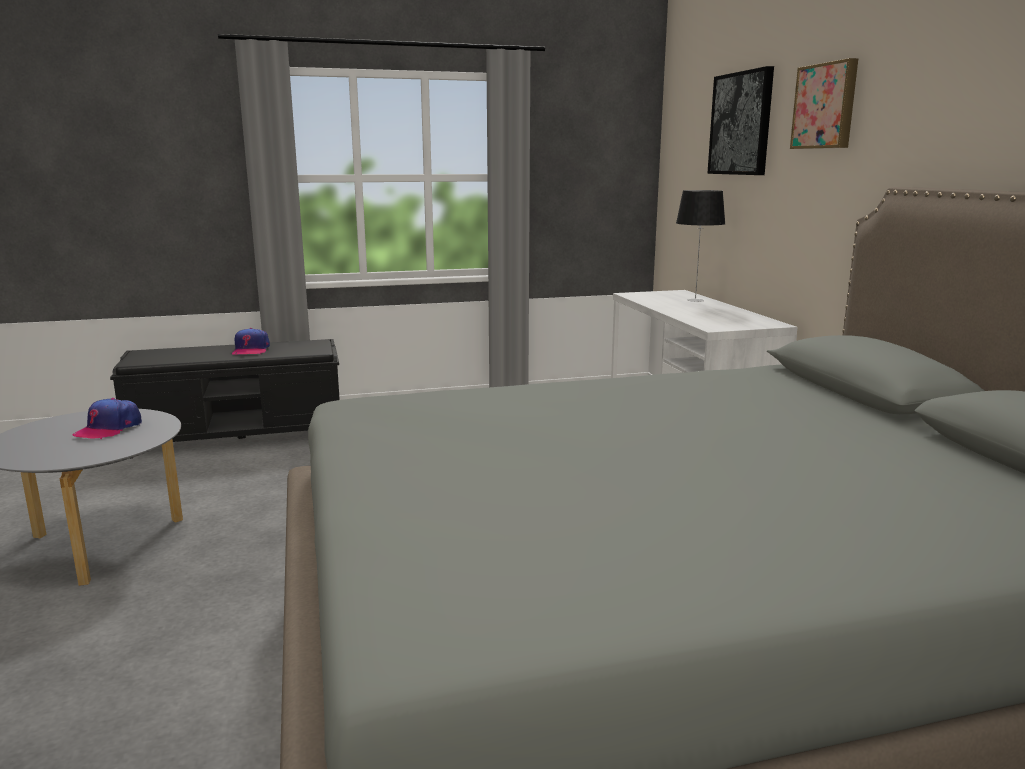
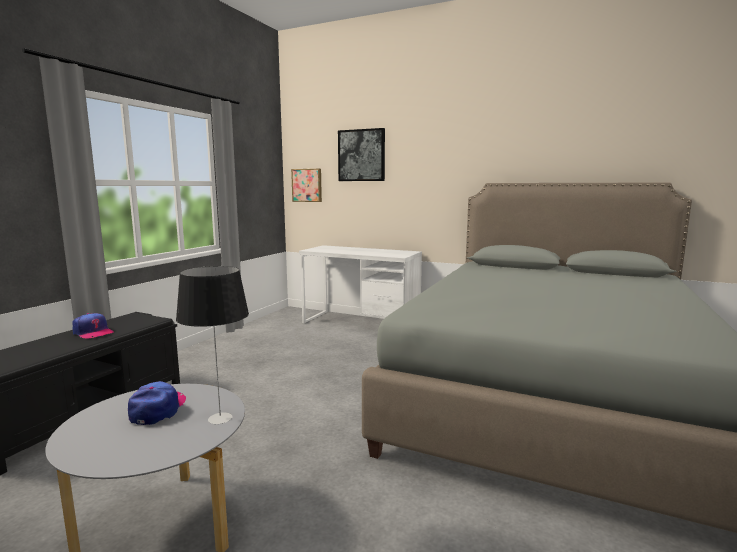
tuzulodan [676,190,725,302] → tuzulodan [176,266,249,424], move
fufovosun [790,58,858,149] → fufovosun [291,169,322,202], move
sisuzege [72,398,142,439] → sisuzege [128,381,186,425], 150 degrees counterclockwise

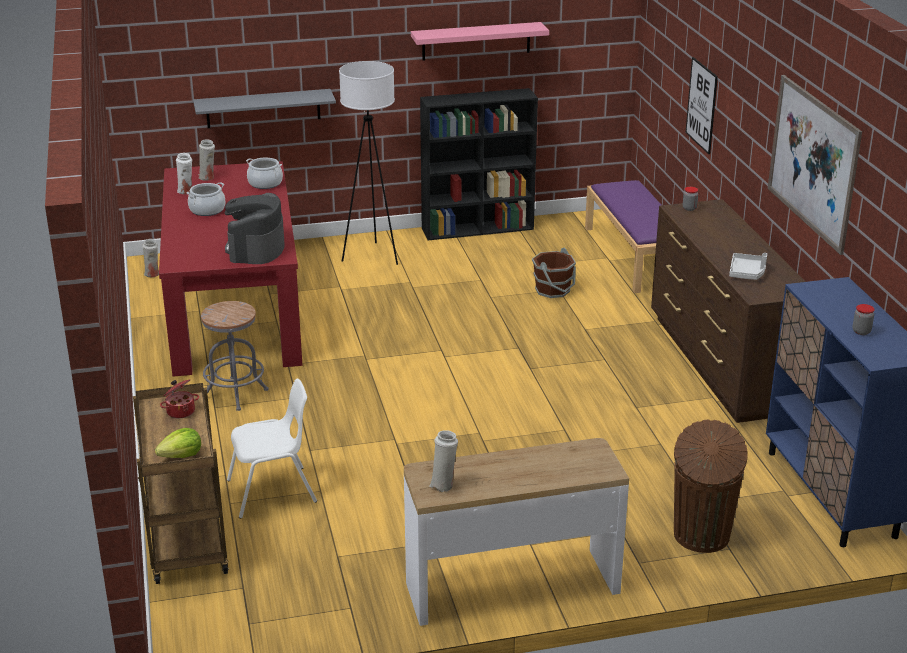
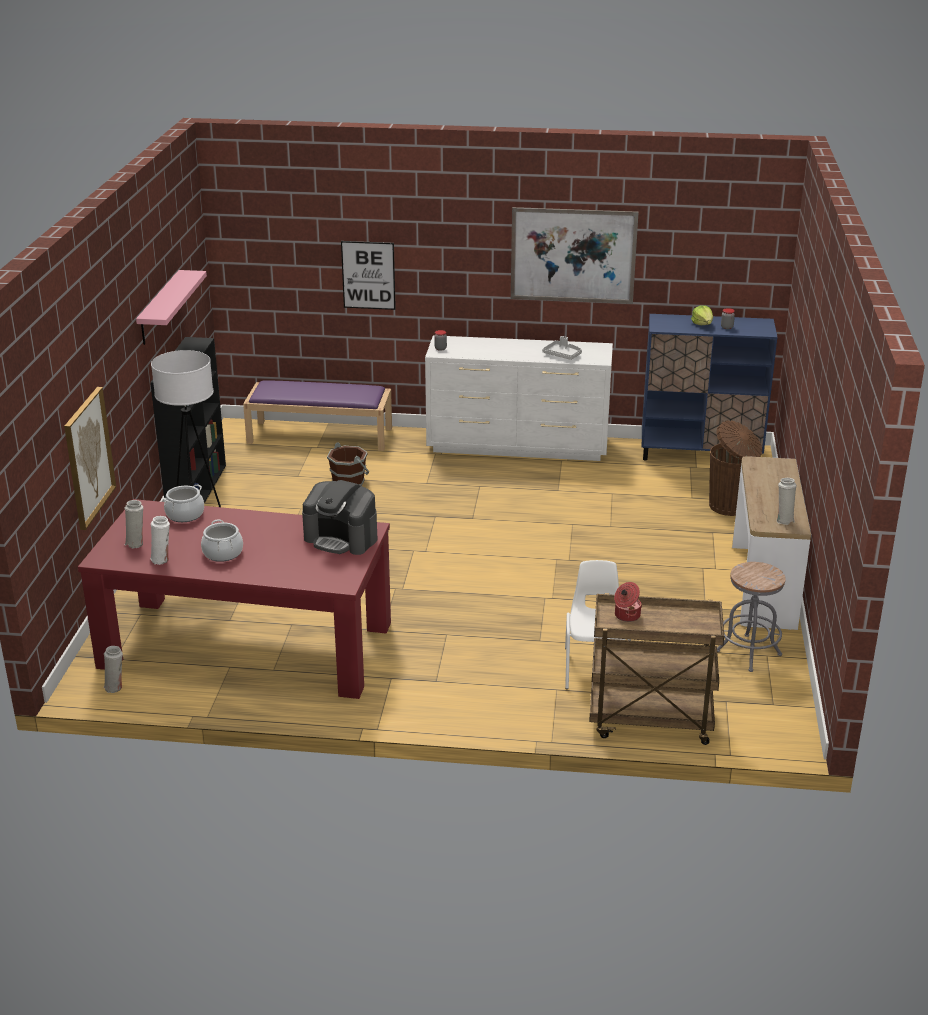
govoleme [155,428,201,458] → govoleme [691,305,713,325], move
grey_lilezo [201,301,269,411] → grey_lilezo [717,562,786,672], move
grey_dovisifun [193,89,336,128] → fufovosun [64,387,116,530]
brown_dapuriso [651,199,806,423] → white_dapuriso [425,335,613,461]

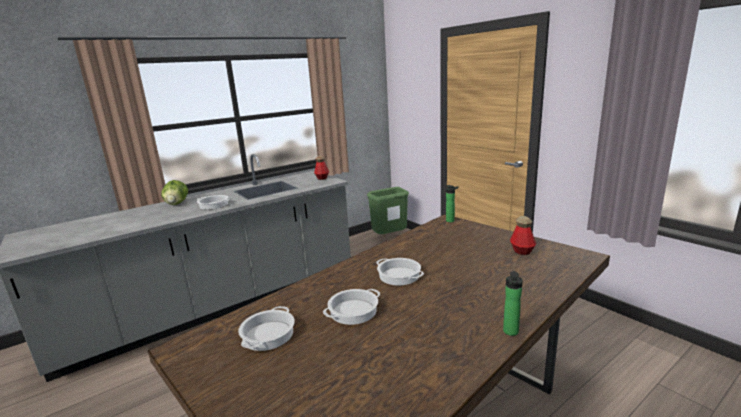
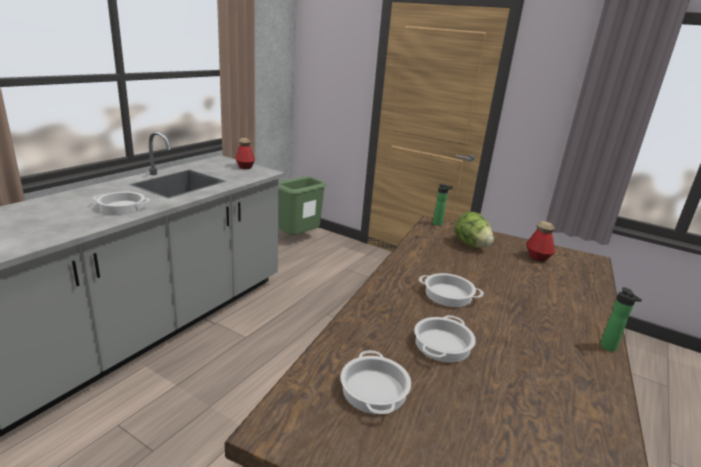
govoleme [161,180,188,205] → govoleme [455,212,494,248], move

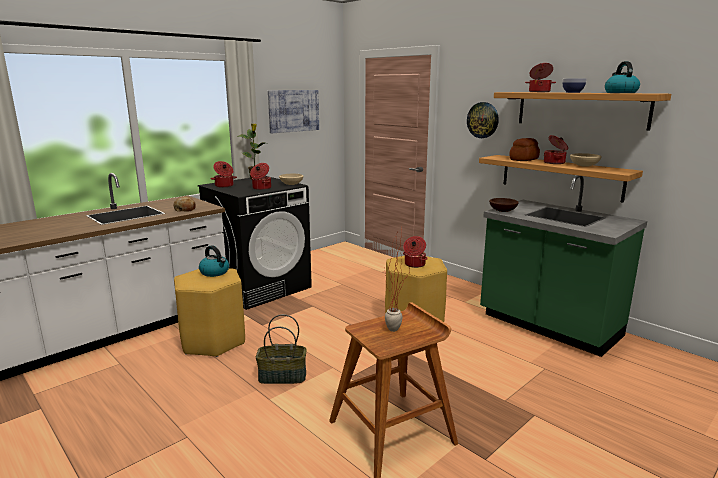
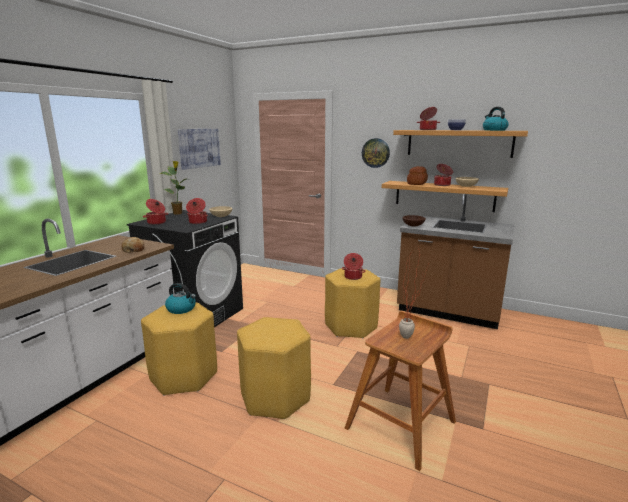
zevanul [256,314,307,384] → yellow_lilezo [237,317,311,419]
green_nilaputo [480,175,647,357] → brown_nilaputo [397,194,514,329]

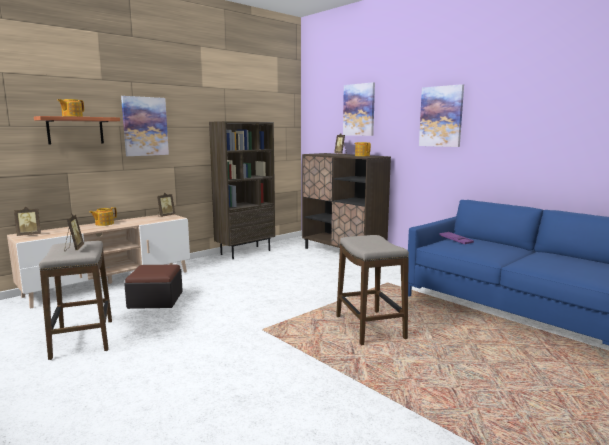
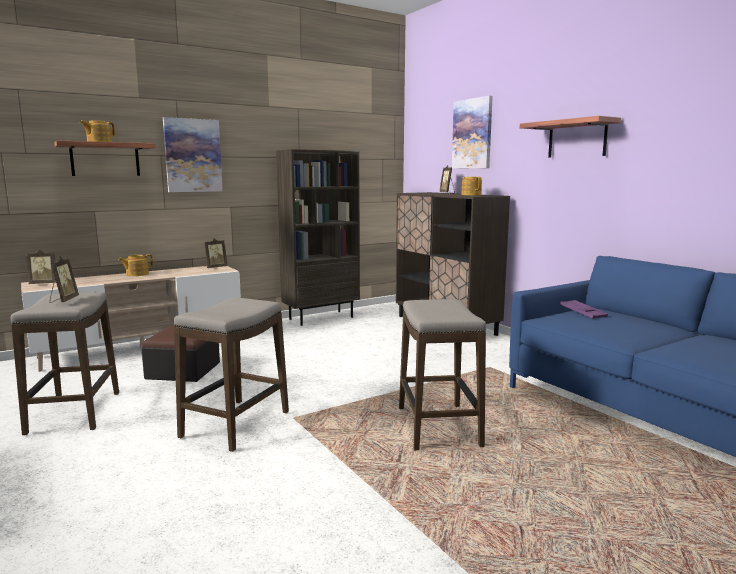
- → lilezo [174,297,289,452]
fufovosun [419,84,464,147] → dovisifun [520,116,621,158]

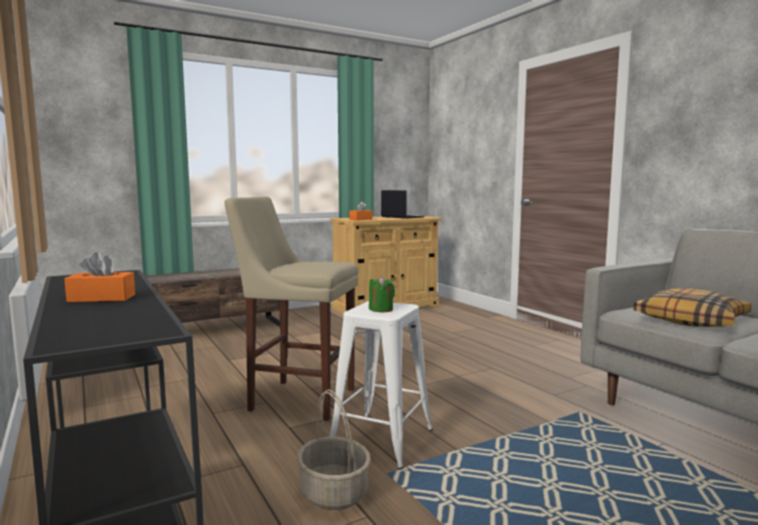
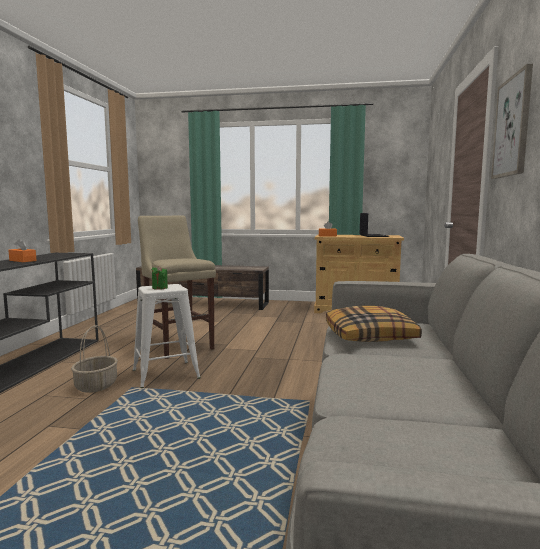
- → fufovosun [491,64,533,179]

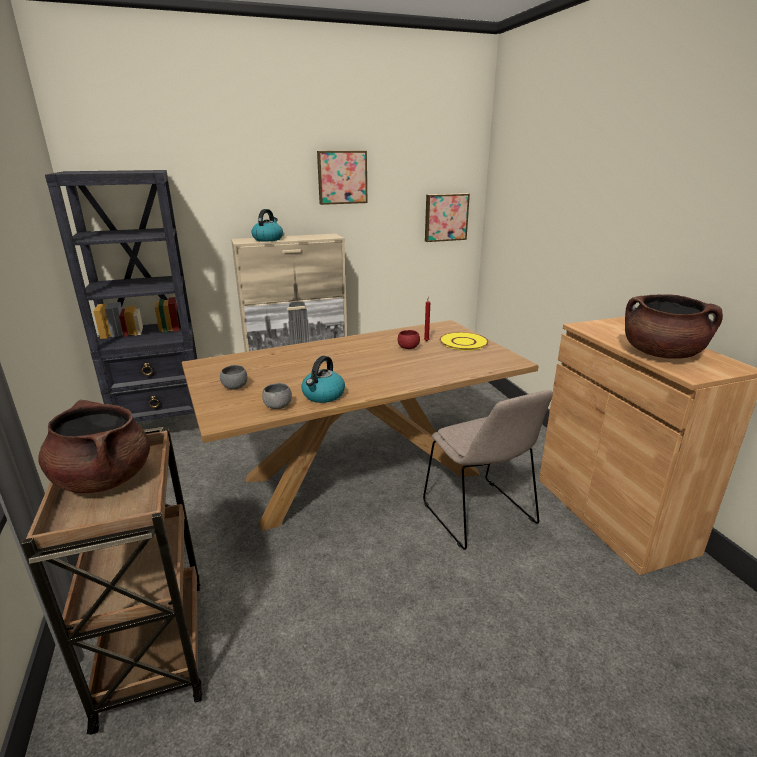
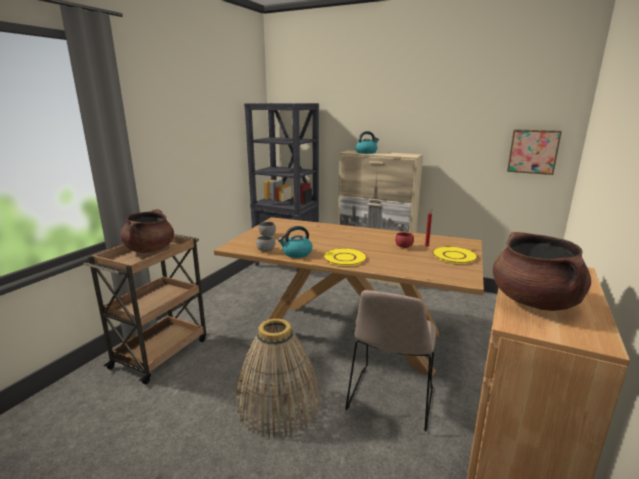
fufovosun [317,151,367,205] → -
- → zevanul [235,319,320,438]
- → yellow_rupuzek [323,248,367,266]

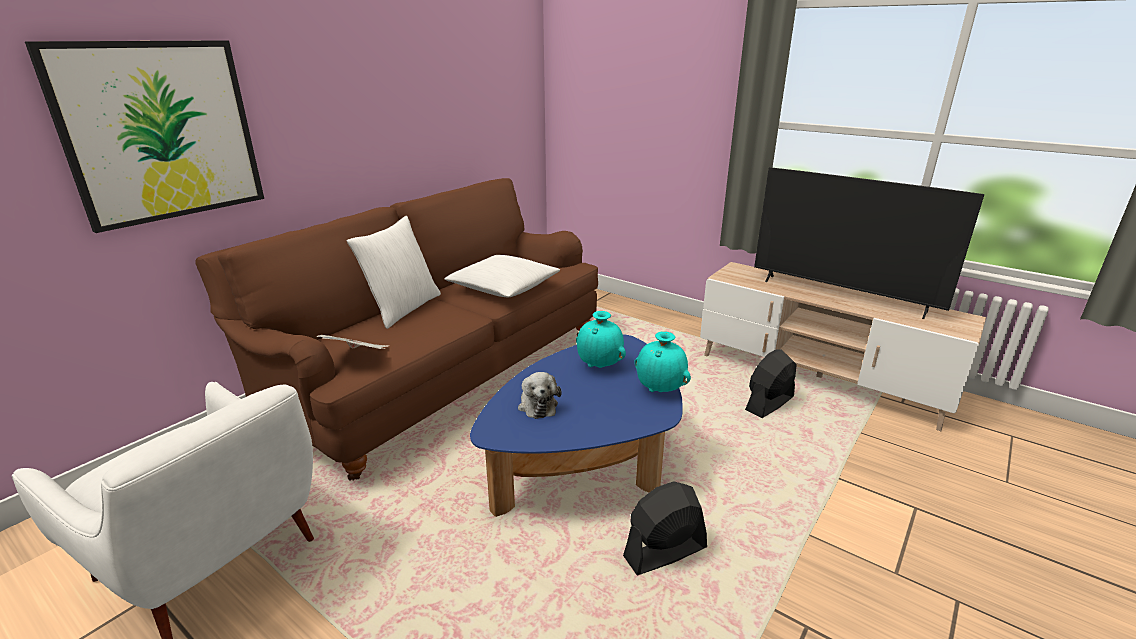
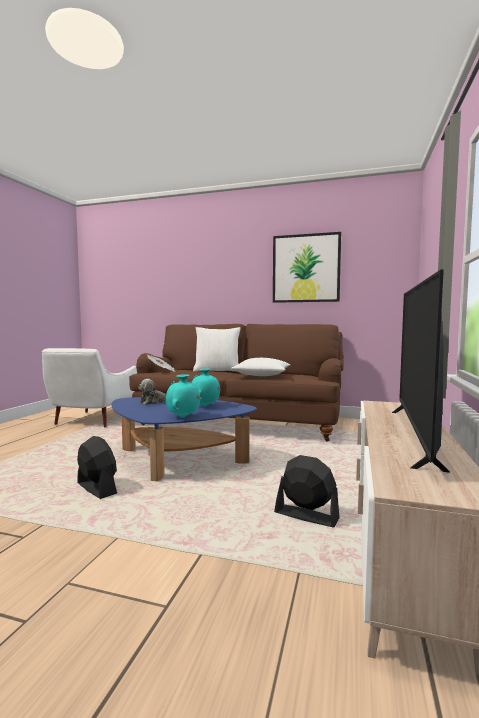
fufovosun [25,40,264,233] → fufovosun [273,232,341,303], move

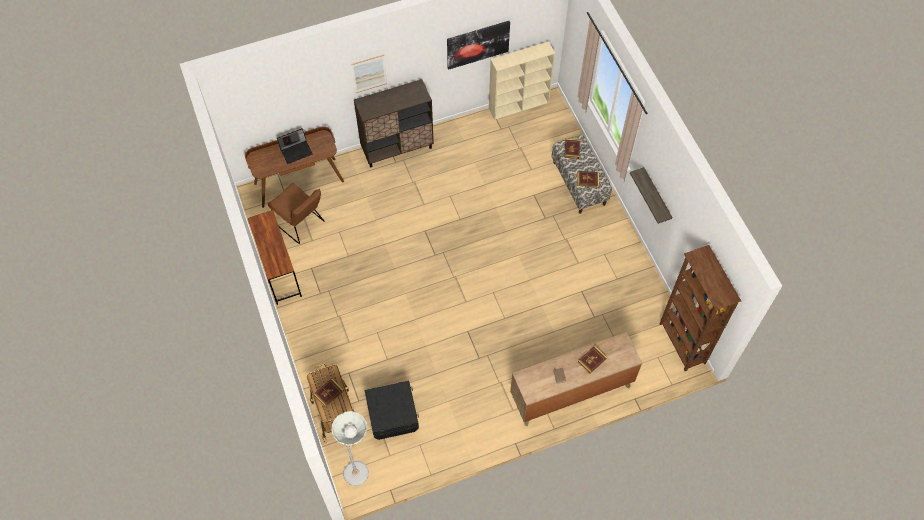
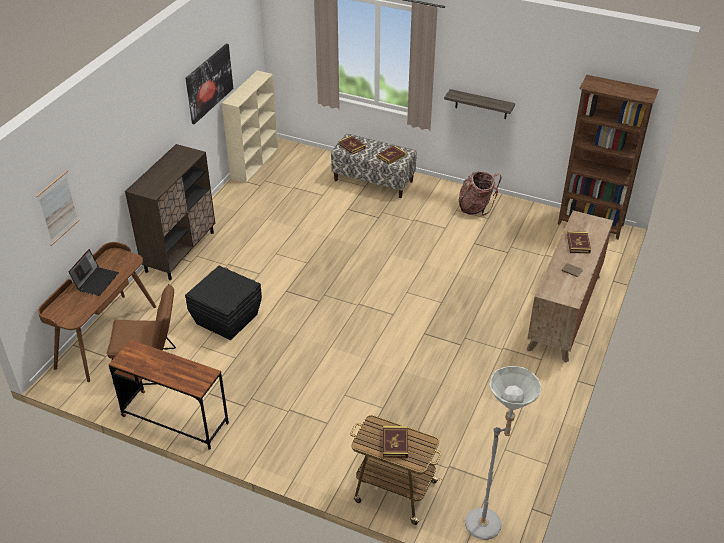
- → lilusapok [459,171,501,216]
fufovosun [351,55,387,93] → fufovosun [36,170,80,246], move
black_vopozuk [365,381,419,440] → black_vopozuk [185,266,262,340], move

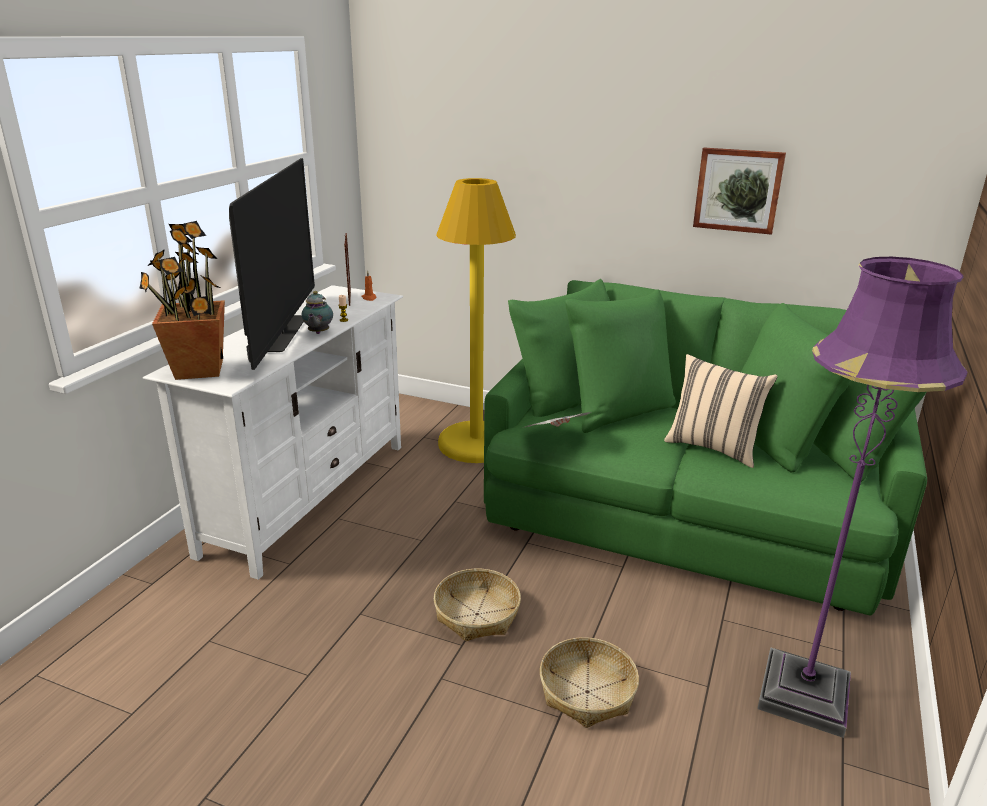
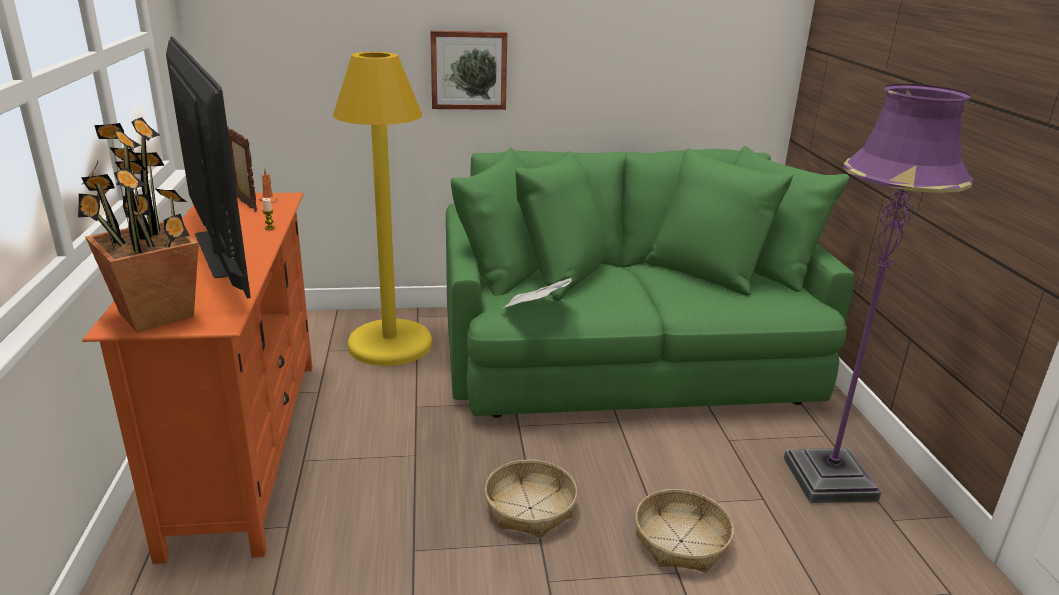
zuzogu [302,291,333,334] → -
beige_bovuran [664,354,778,468] → -
fufovosun [693,148,786,235] → fufovosun [430,31,507,110], move
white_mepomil [143,285,403,580] → orange_mepomil [82,193,312,564]

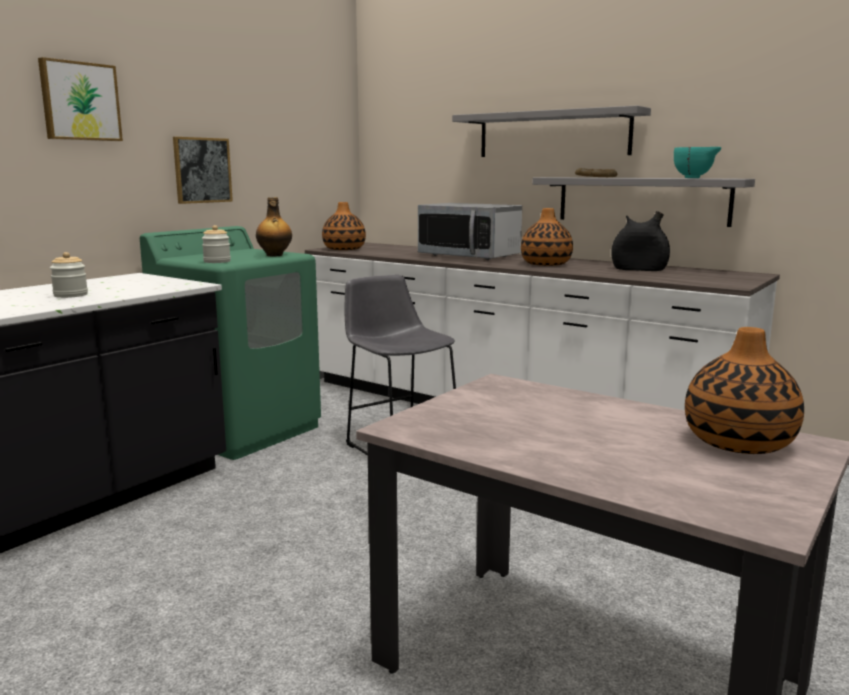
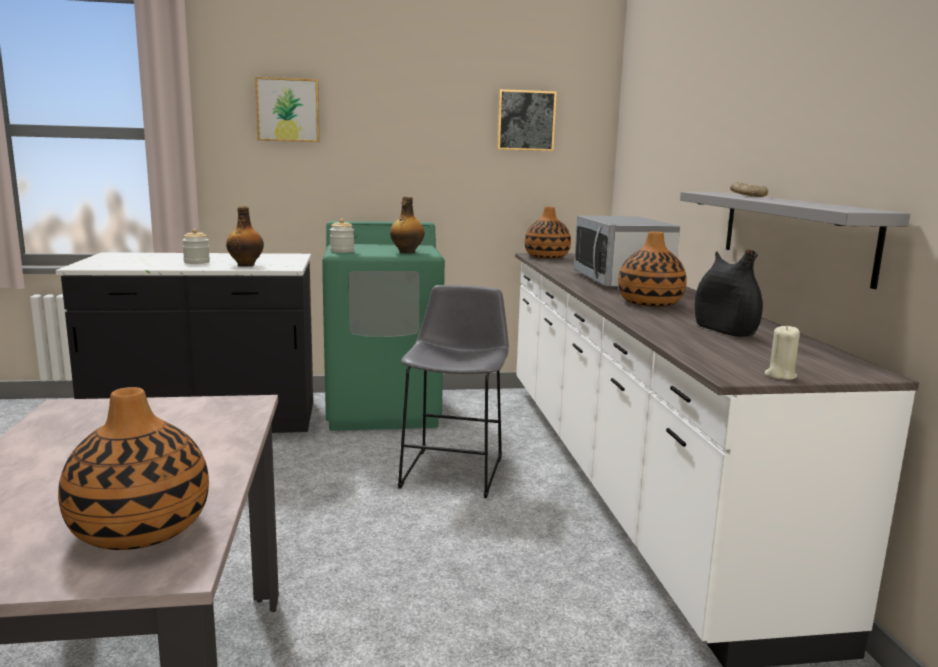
grey_dovisifun [452,105,651,157] → -
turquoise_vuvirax [674,147,721,178] → -
- → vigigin [226,206,264,267]
- → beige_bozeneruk [765,325,800,380]
fufovosun [173,137,233,204] → fufovosun [497,89,557,151], move

